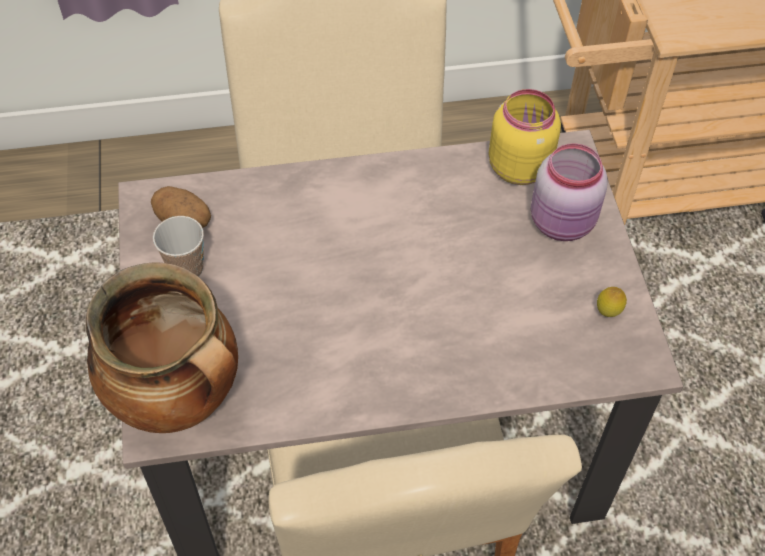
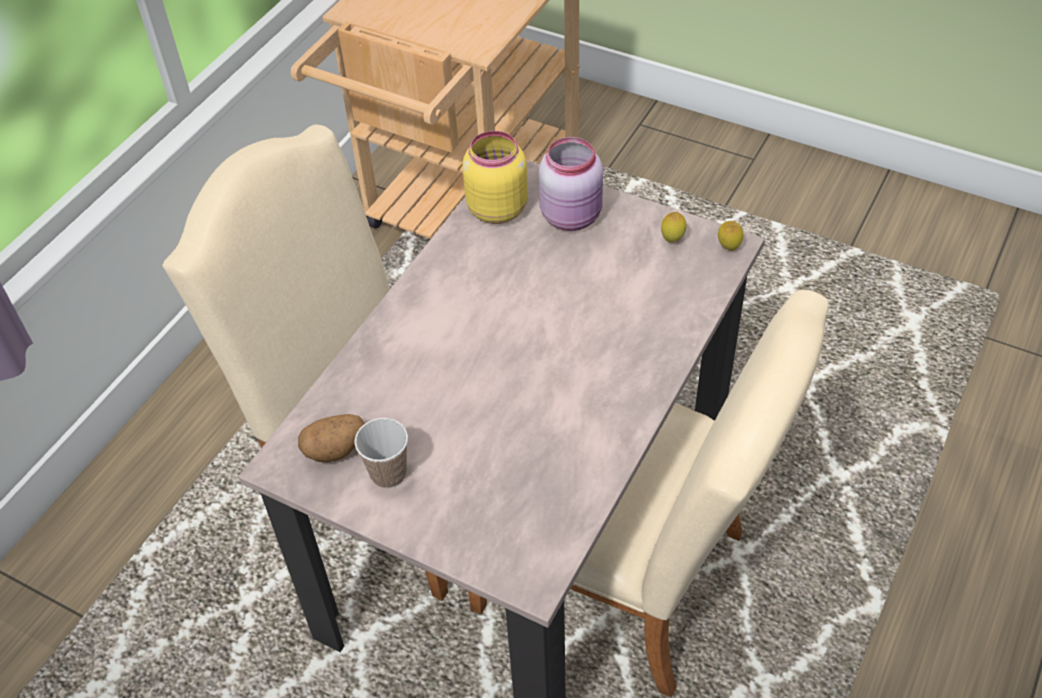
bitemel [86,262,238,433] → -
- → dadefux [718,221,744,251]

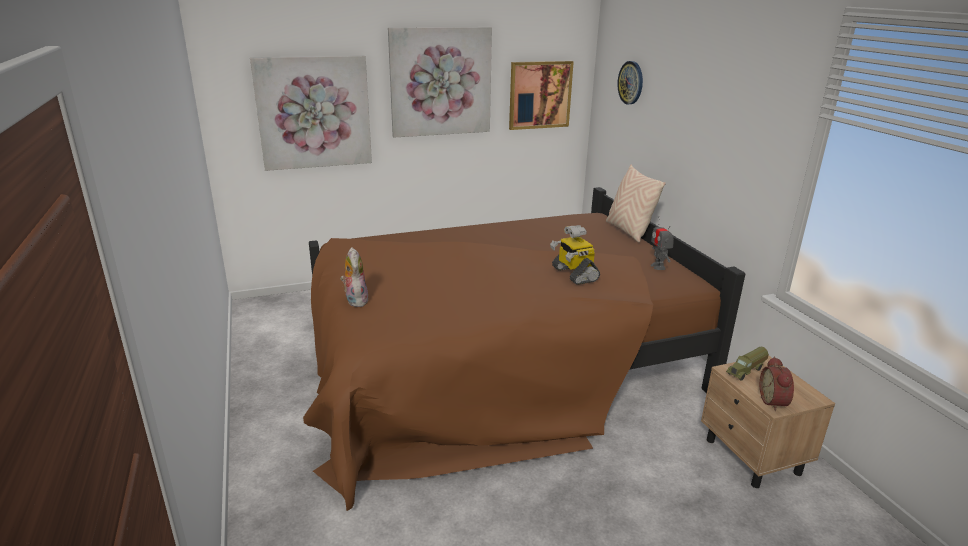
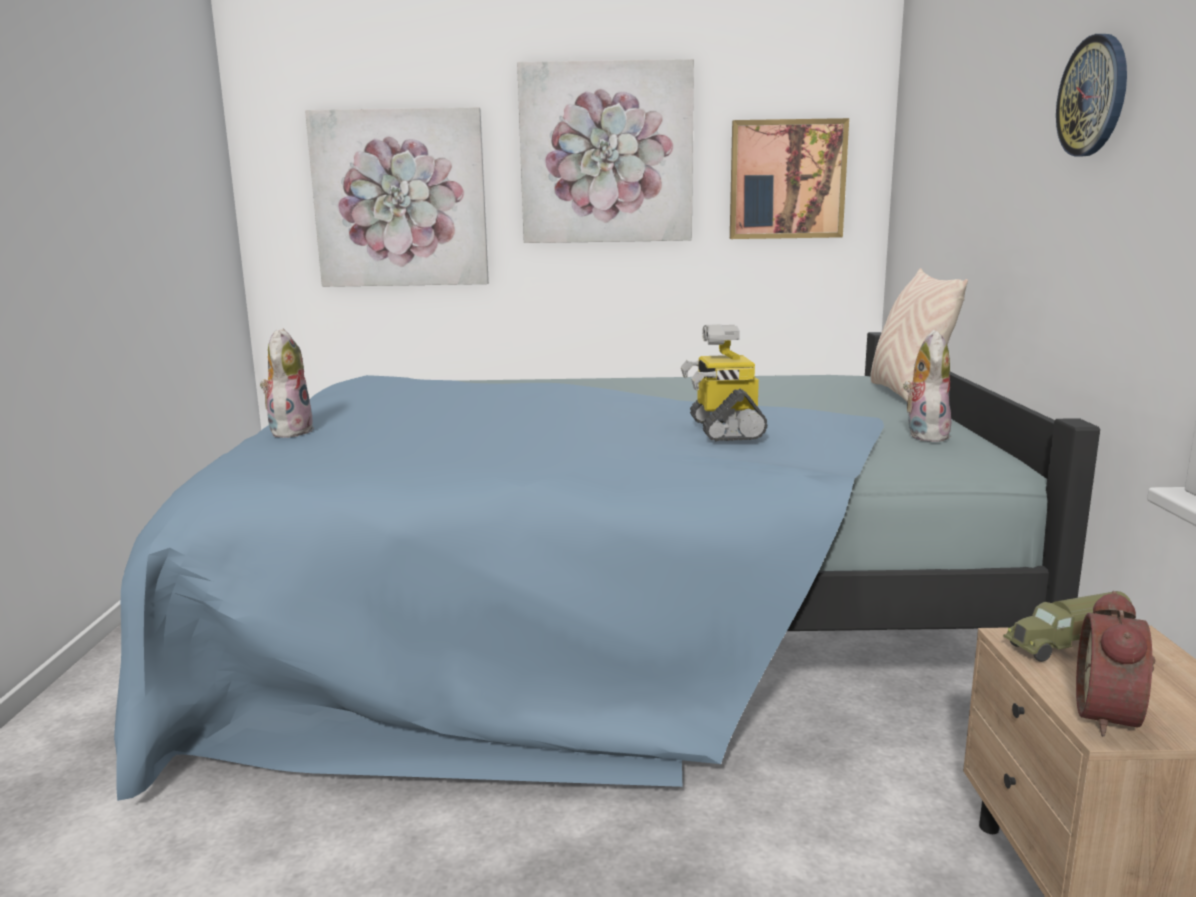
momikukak [617,61,643,104] → momikukak [1056,34,1127,157], move
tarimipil [651,216,674,270] → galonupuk [903,330,951,442]
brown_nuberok [303,187,745,511] → blue_nuberok [114,332,1100,801]

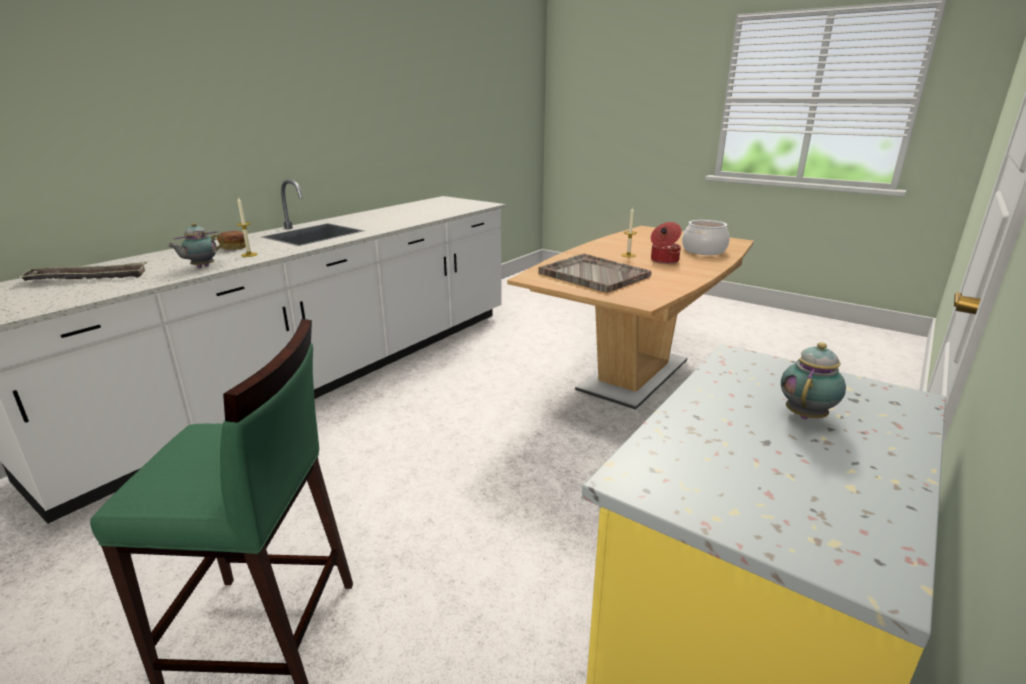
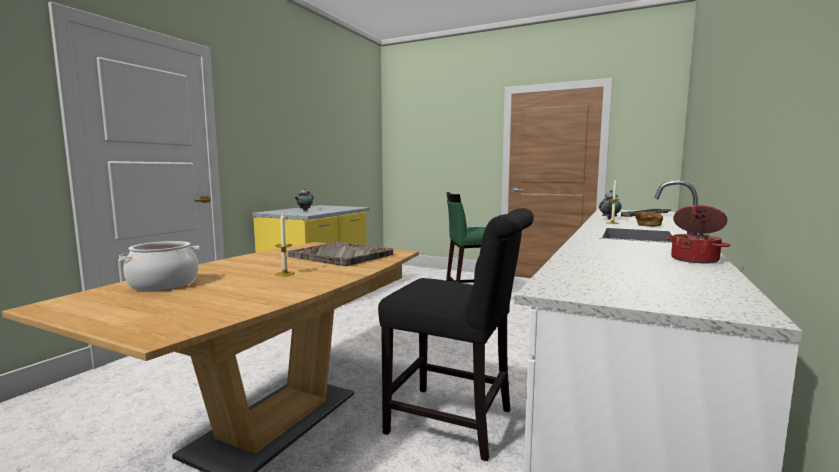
- → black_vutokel [378,208,534,461]
bitemel [651,222,681,264] → bitemel [666,205,731,264], move

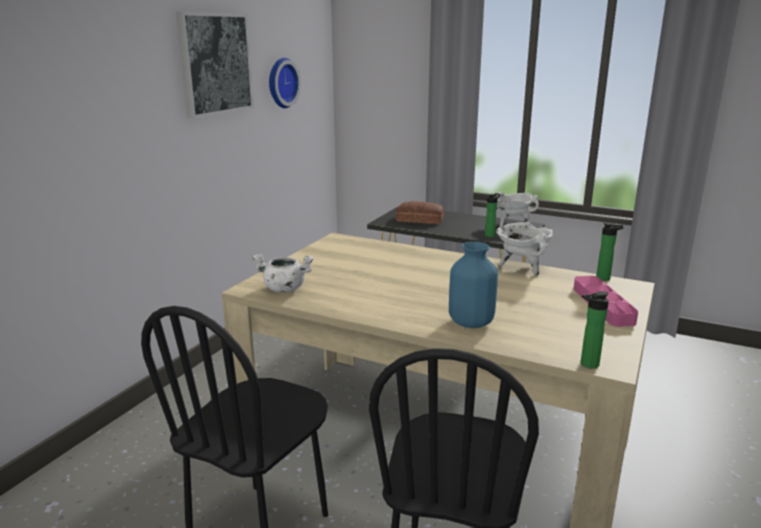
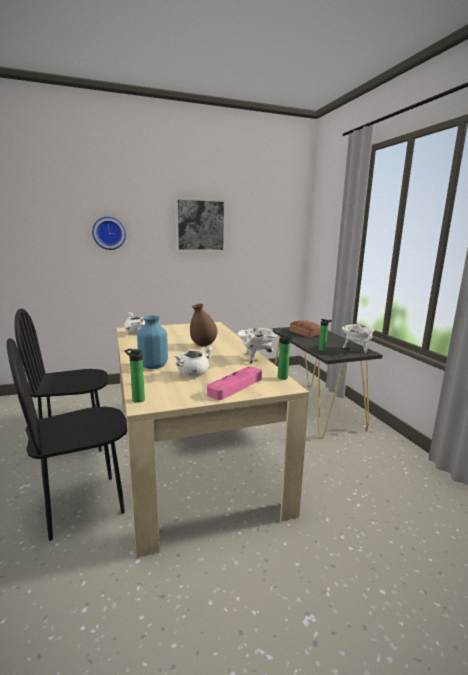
- → white_bitemel [174,346,213,377]
- → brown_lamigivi [190,304,217,347]
momikukak [269,58,301,108] → momikukak [92,217,126,250], move

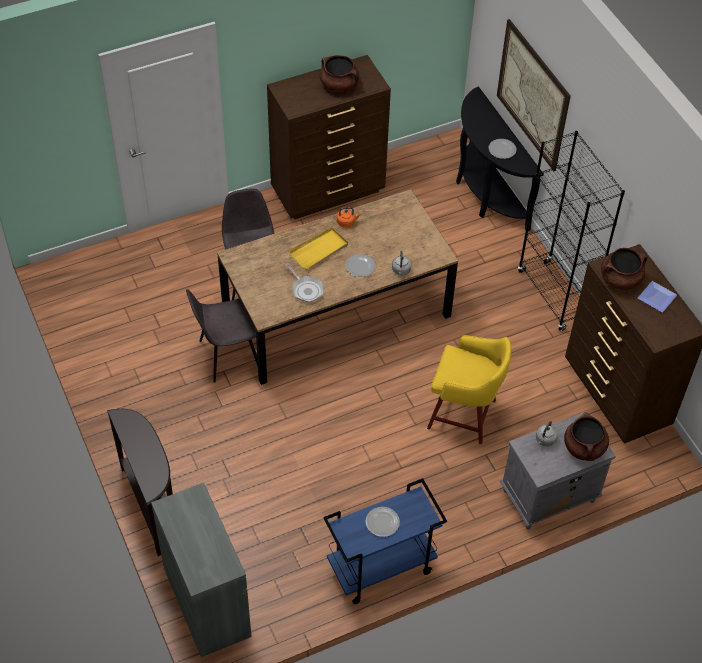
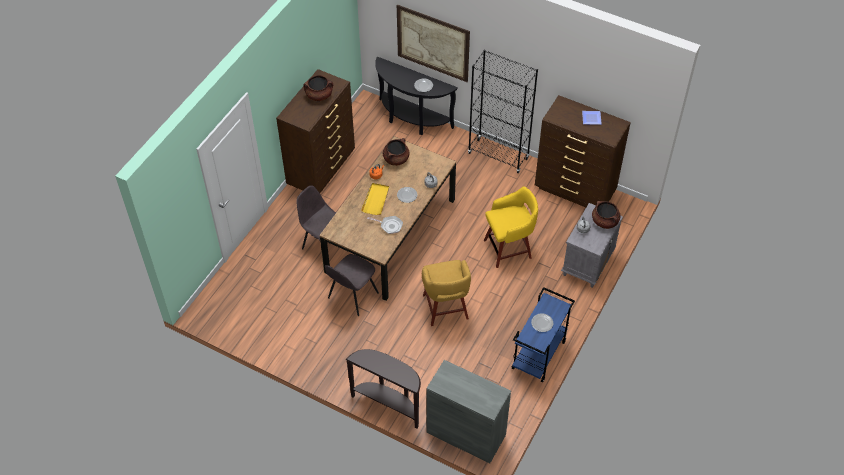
- → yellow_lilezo [422,260,471,326]
brown_bitemel [601,248,647,290] → brown_bitemel [383,138,410,166], move

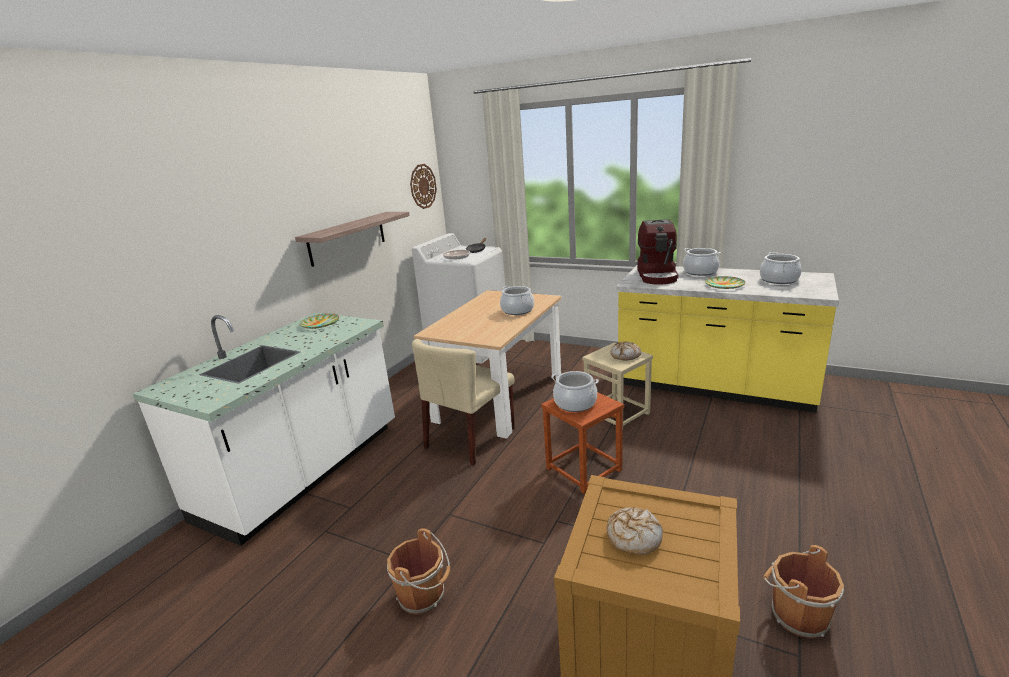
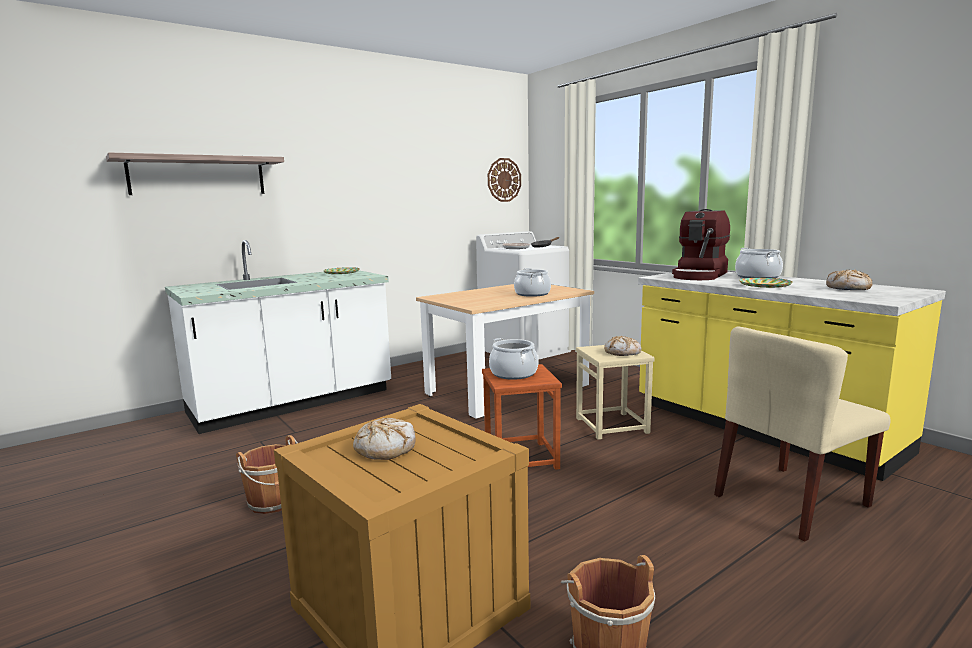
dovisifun [295,212,410,267] → dovisifun [106,152,284,195], move
beige_vutokel [412,339,515,466] → beige_vutokel [714,326,891,542], move
bitemel [760,252,802,284] → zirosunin [826,270,872,290]

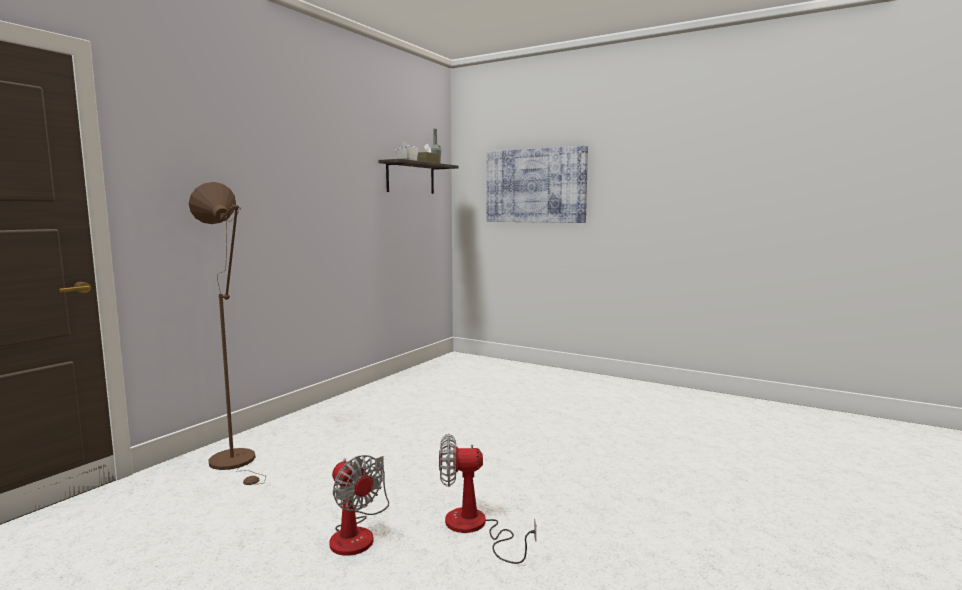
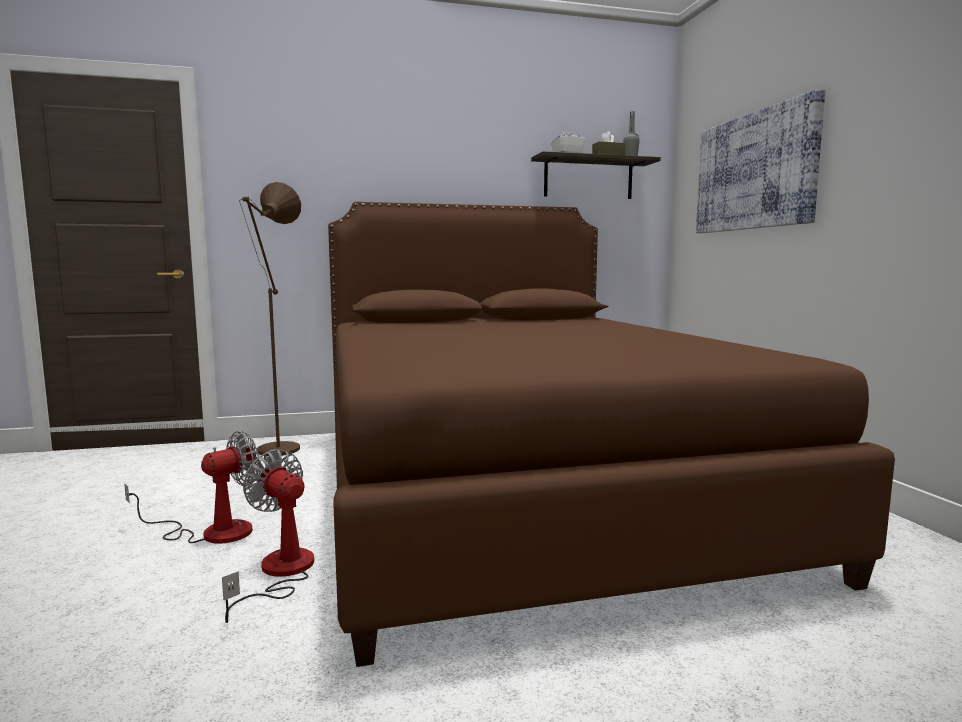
- → brown_nuberok [328,202,895,667]
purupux [329,455,389,556] → purupux [124,431,259,544], 135 degrees counterclockwise

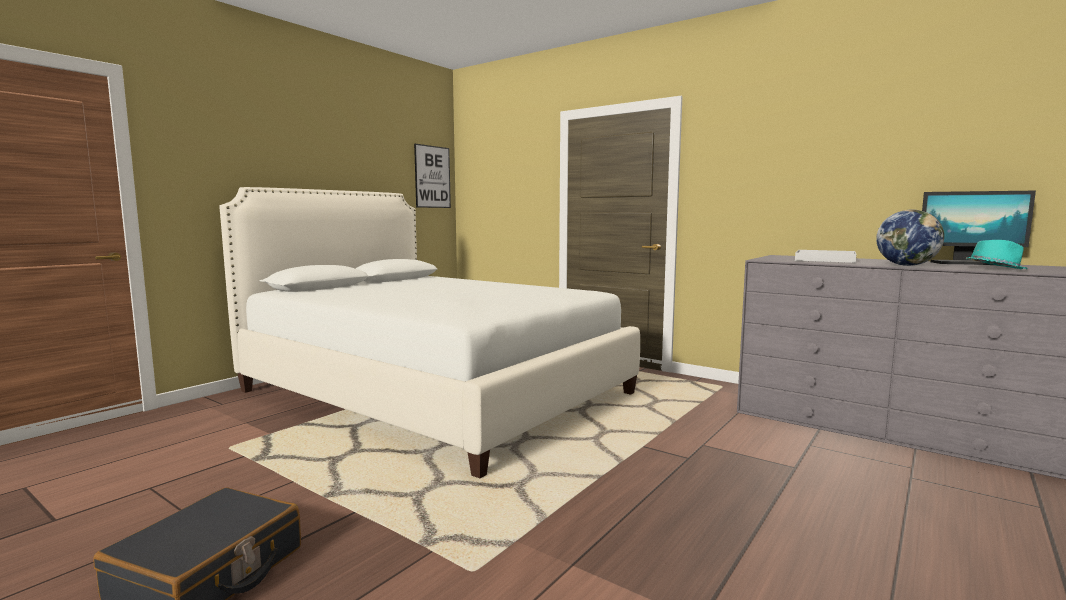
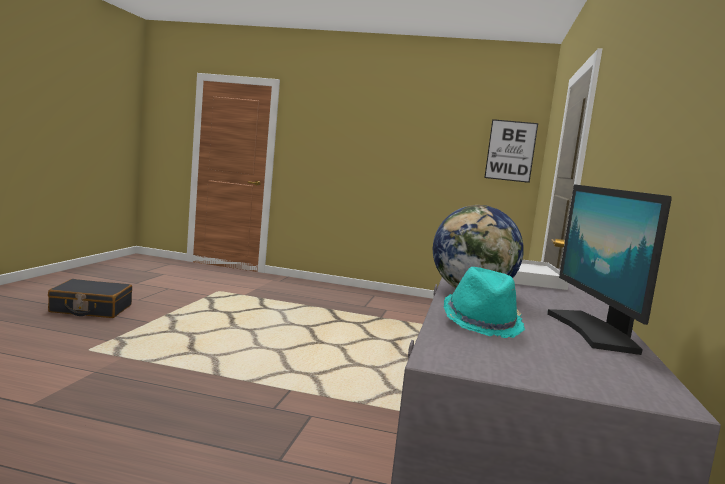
white_nuberok [219,187,640,478] → -

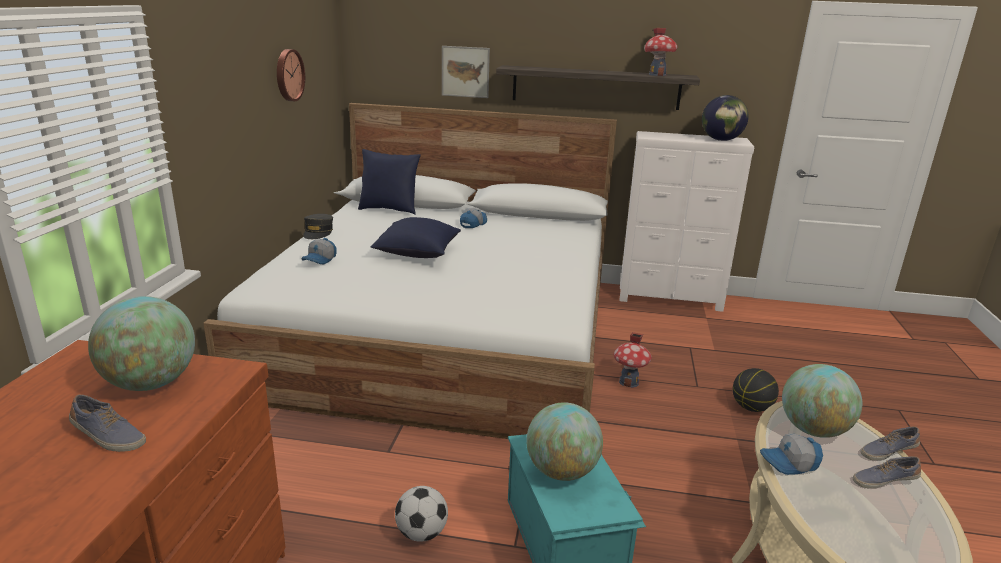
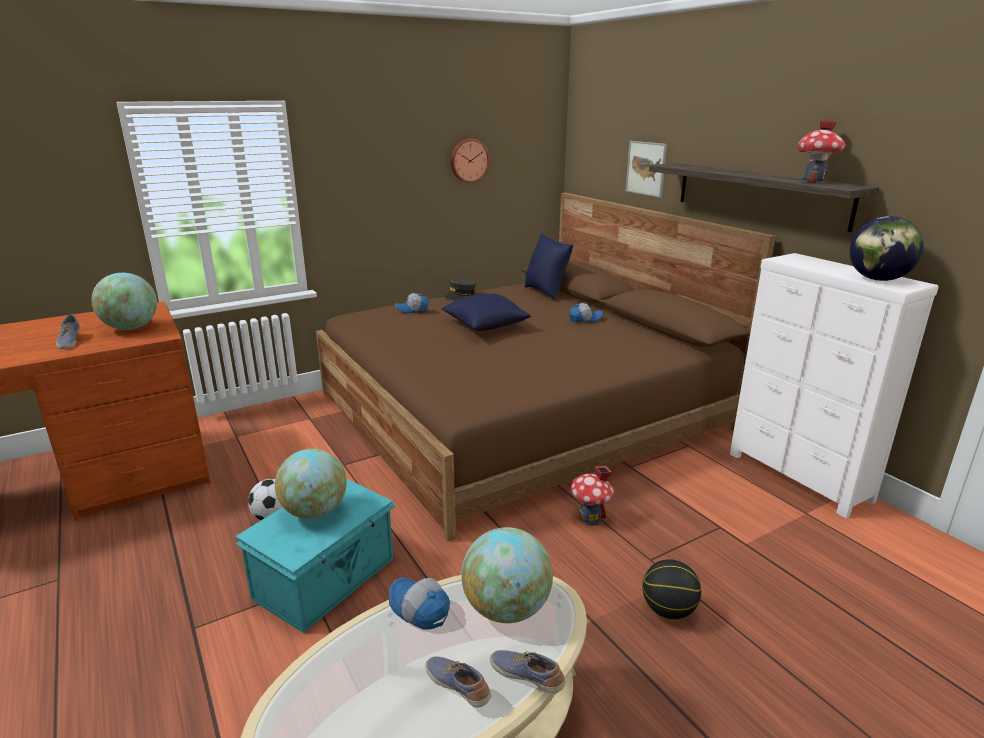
white_nuberok [203,103,617,439] → brown_nuberok [316,193,776,541]

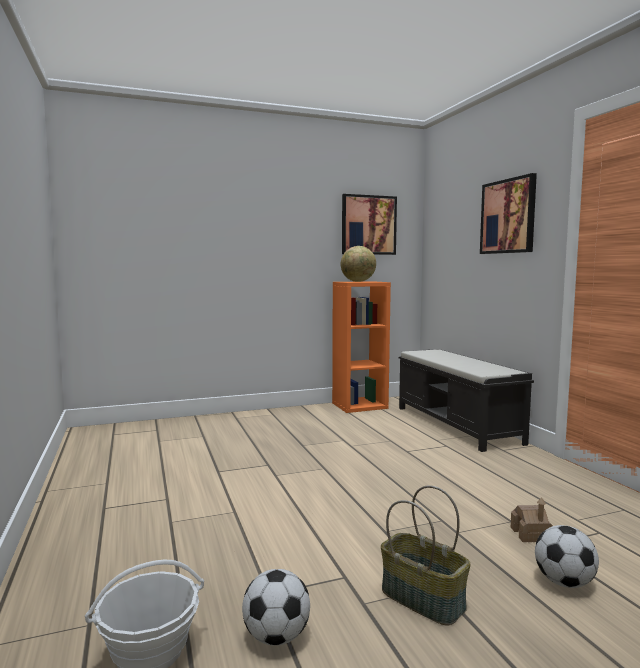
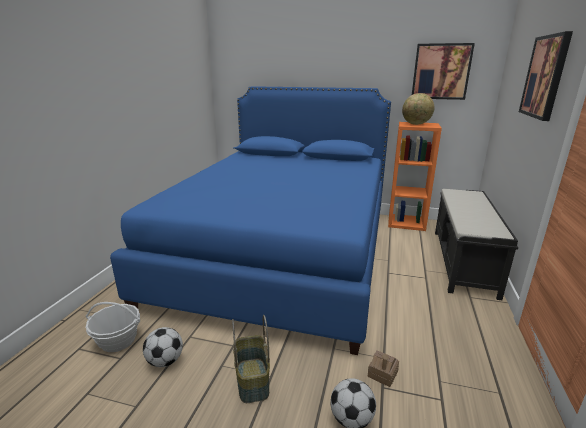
- → blue_nuberok [110,86,391,355]

